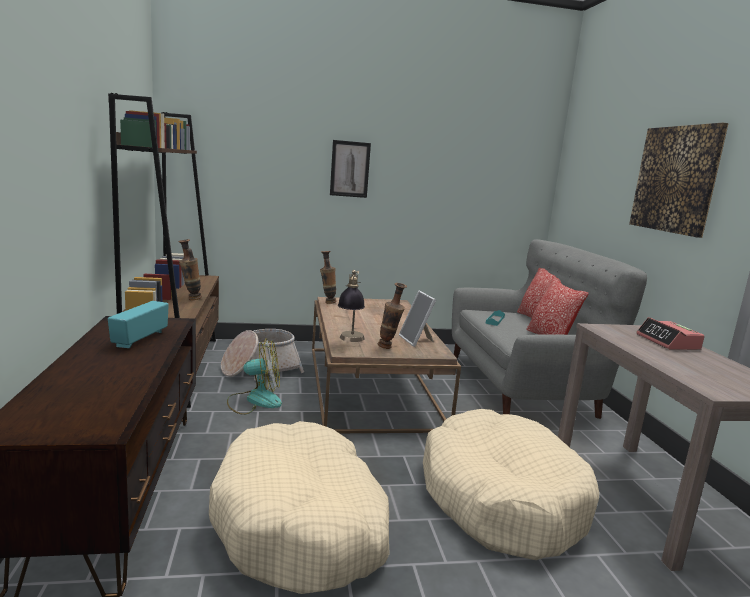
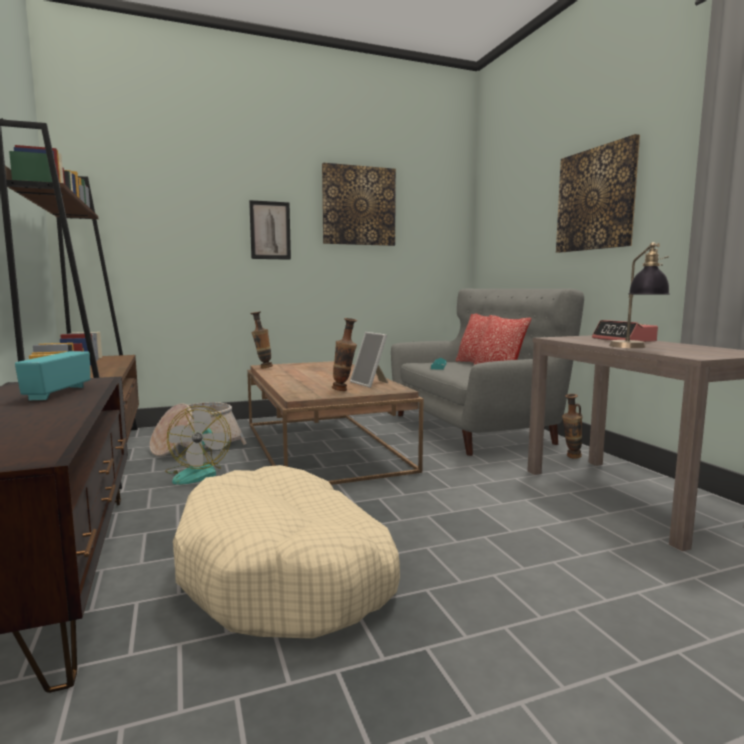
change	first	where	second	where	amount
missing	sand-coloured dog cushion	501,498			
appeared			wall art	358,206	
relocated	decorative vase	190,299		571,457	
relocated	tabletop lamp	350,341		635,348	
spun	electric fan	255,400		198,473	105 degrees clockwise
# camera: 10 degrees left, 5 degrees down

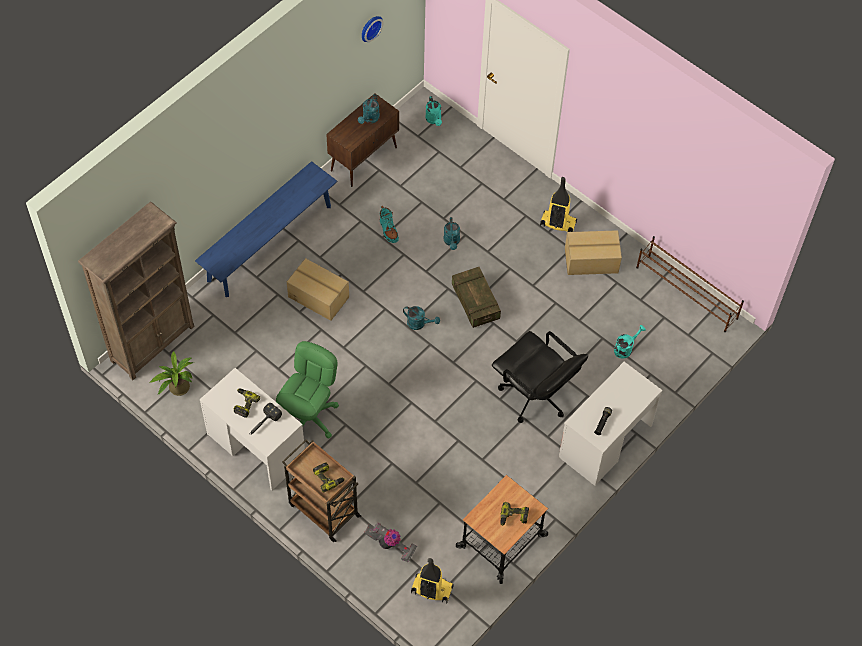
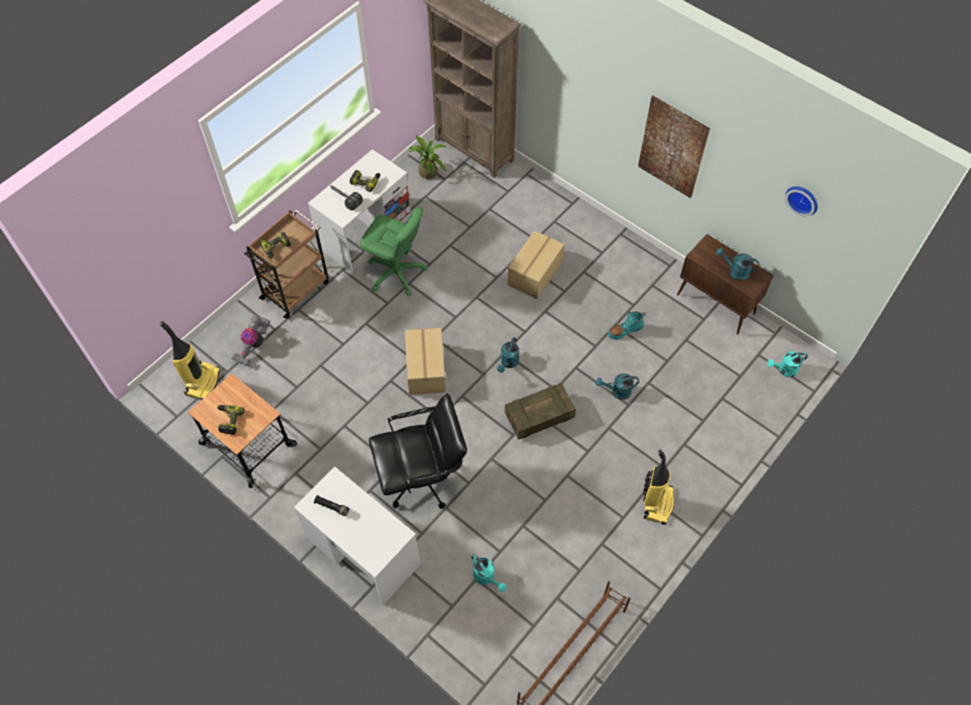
change	first	where	second	where	amount
missing	blue indoor bench	269,243			
appeared			wall art	673,147	
relocated	cardboard box	591,261		425,369	
spun	black-coloured desk chair	535,395		422,477	150 degrees counterclockwise
# camera: 90 degrees right, 0 degrees up

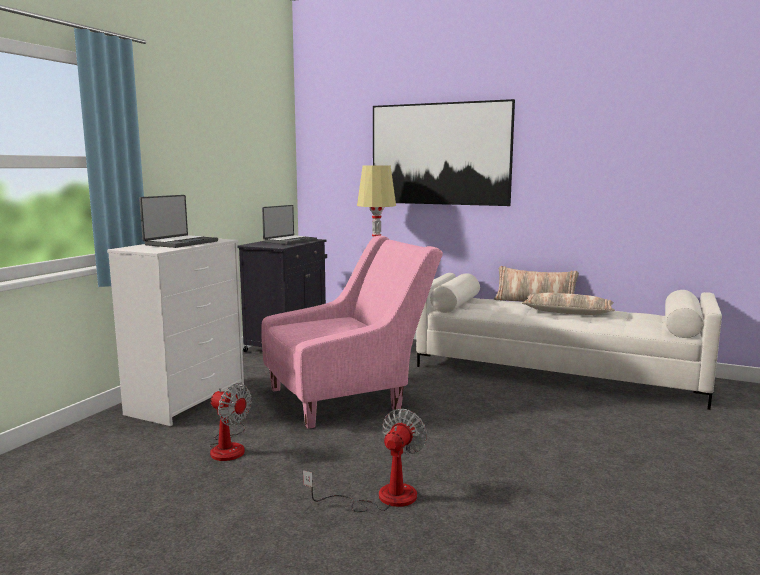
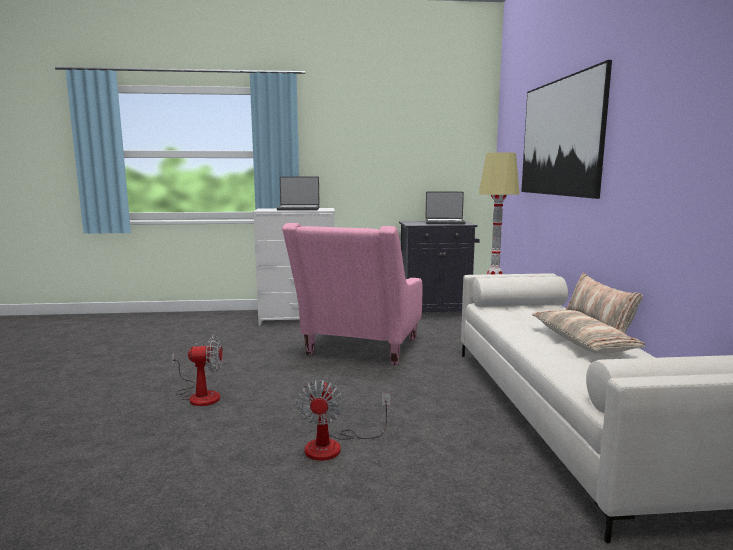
change	first	where	second	where	amount
relocated	electric fan	229,447		334,446	
spun	pink-coloured lounge chair	348,396		358,350	75 degrees clockwise
# camera: 60 degrees right, 0 degrees up

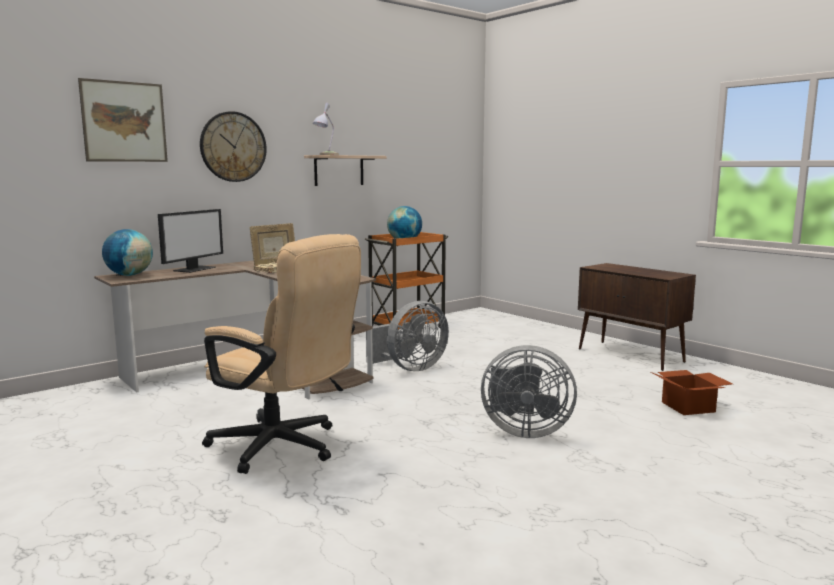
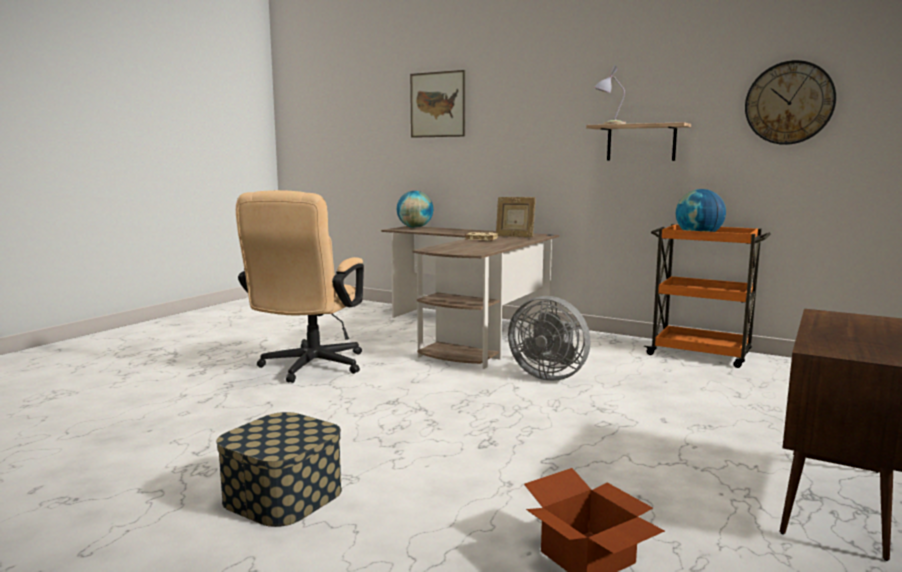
change	first	where	second	where	amount
missing	computer display	194,269			
missing	gray electric fan	523,431			
appeared			storage box	283,495	
relocated	hanging clock	233,147		789,103	
# camera: 70 degrees right, 0 degrees up

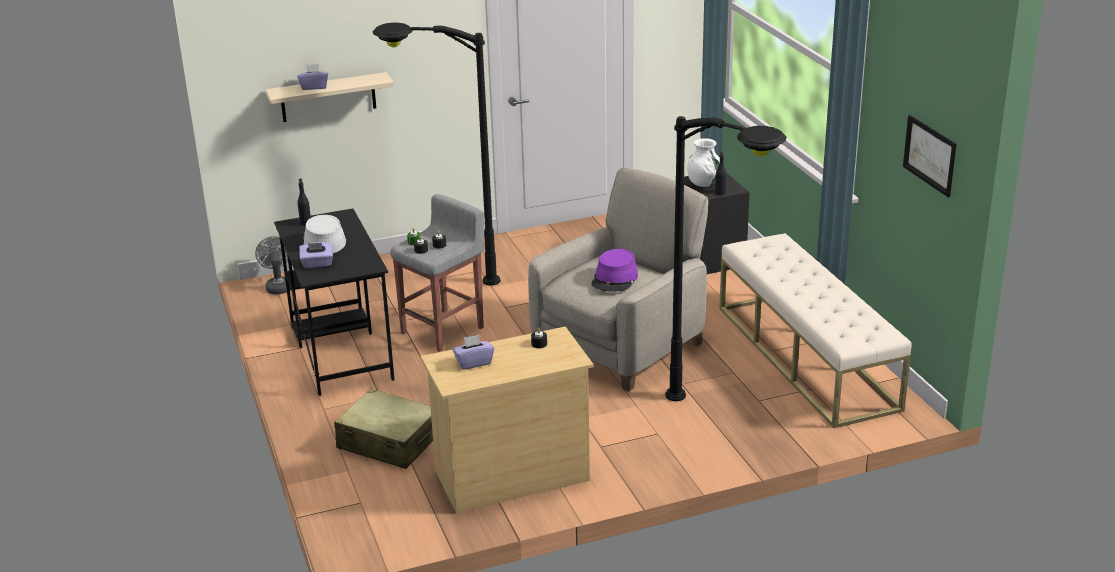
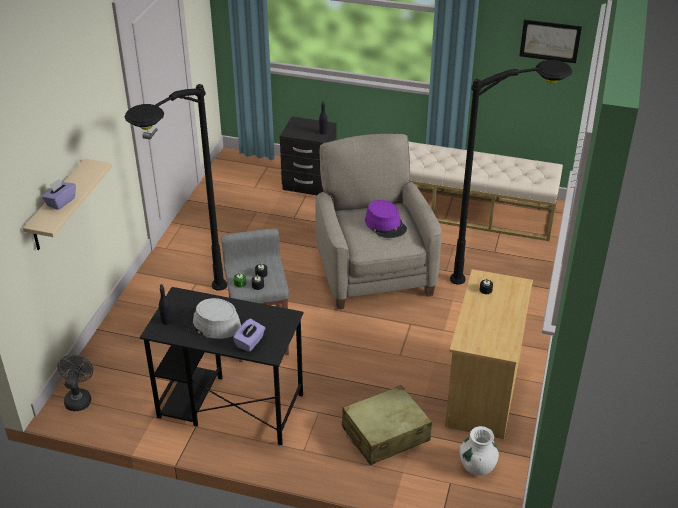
change	first	where	second	where	amount
missing	purple box of tissues	474,362			
relocated	white decorative vase	704,183		477,466	
spun	gray electric fan	278,286		79,398	75 degrees clockwise
# camera: 55 degrees left, 10 degrees up

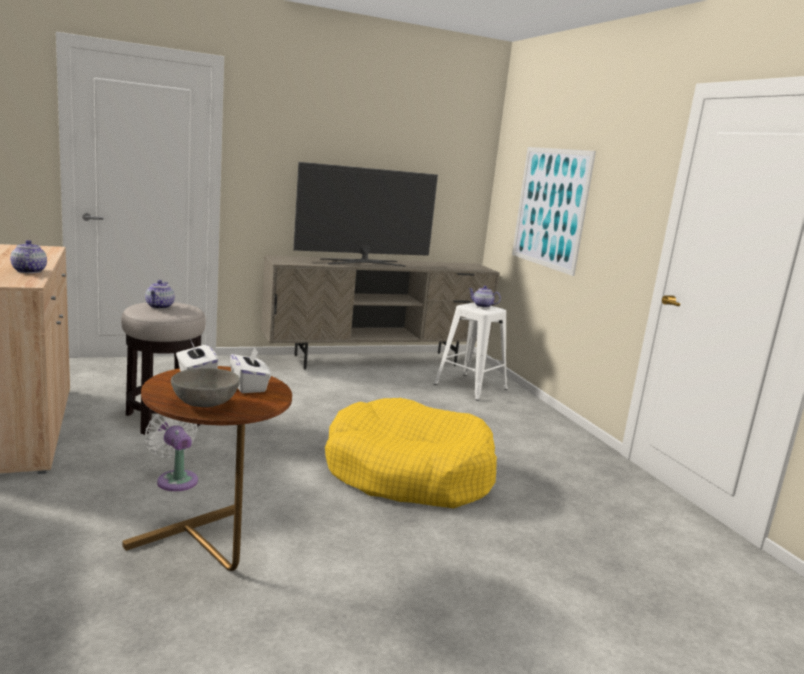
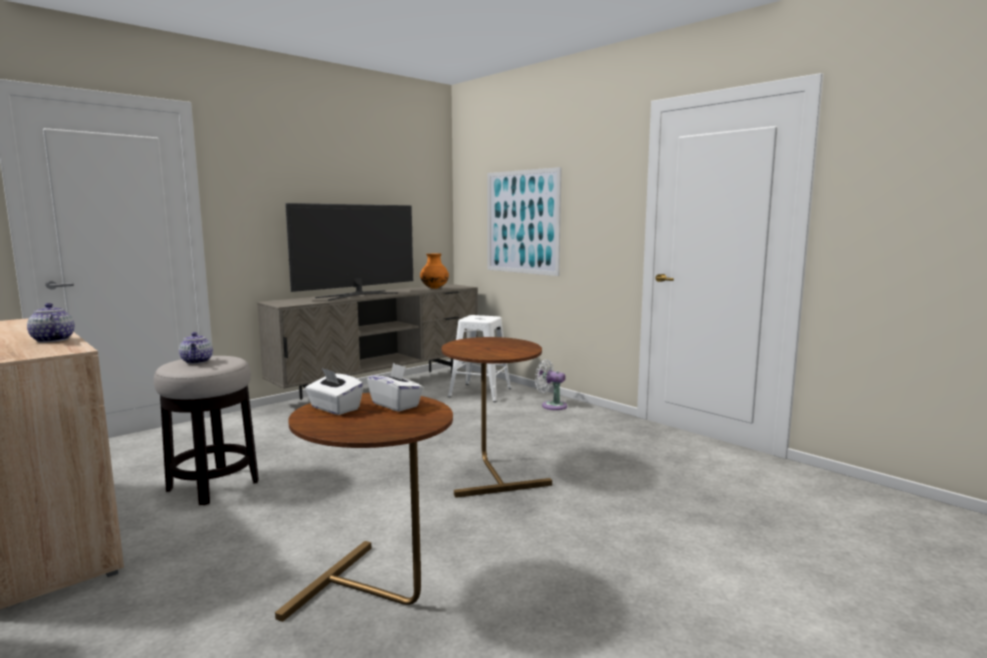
change	first	where	second	where	amount
missing	gray serving bowl	206,404			
missing	tea pot	482,306			
appeared			orange decorative vase	434,288	
relocated	white electric fan	175,479		551,405	
exchanged	yellowish dog cushion	408,472	brownish end table	492,472	
# camera: 20 degrees left, 5 degrees down

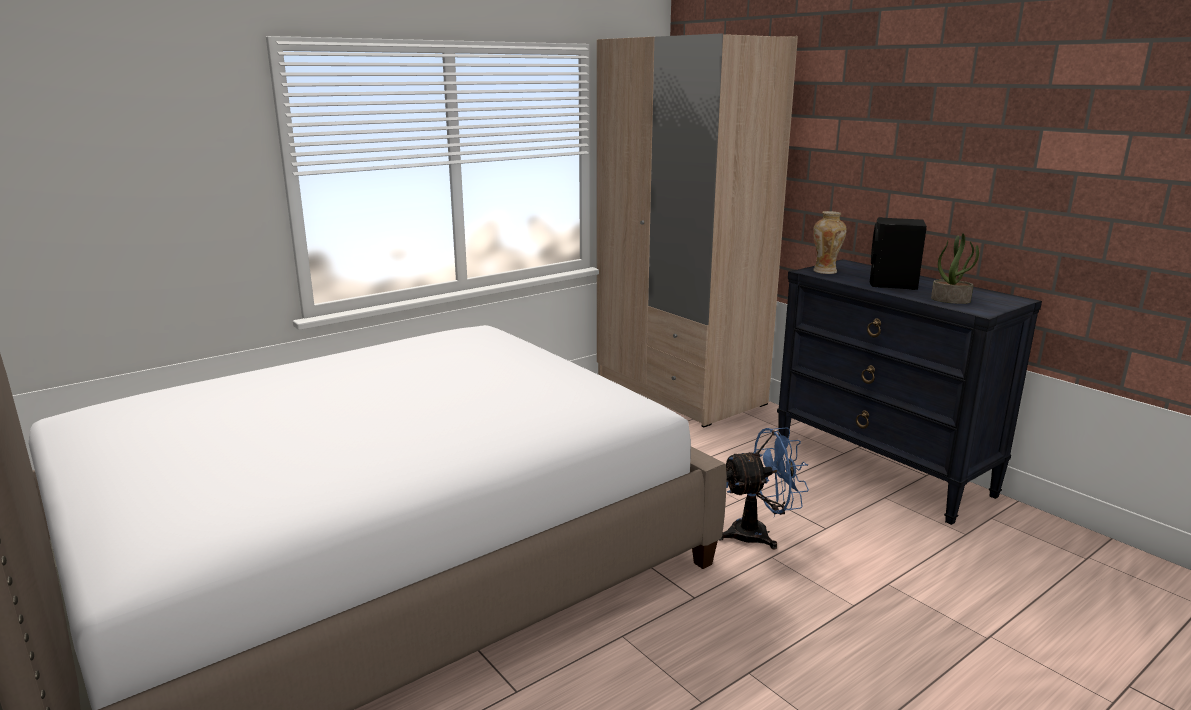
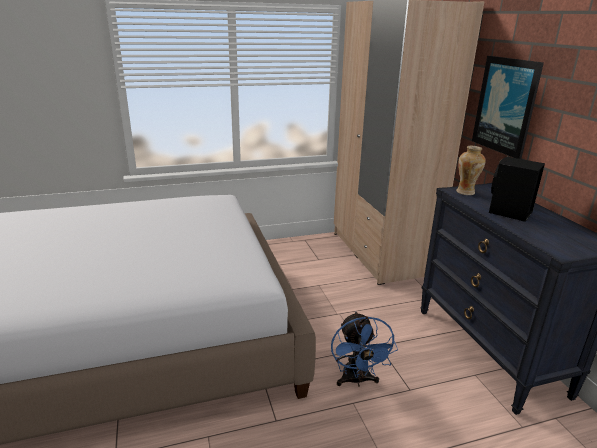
change	first	where	second	where	amount
missing	houseplant	951,300			
appeared			wall art	506,106	
spun	blue electric fan	758,534		357,380	75 degrees clockwise
# camera: 20 degrees right, 5 degrees up

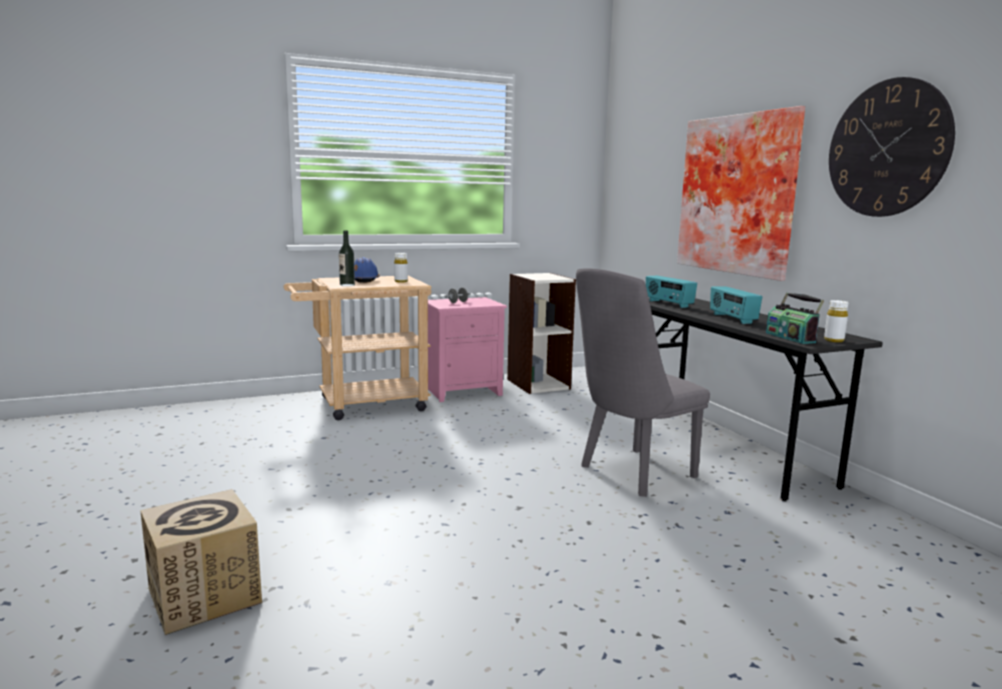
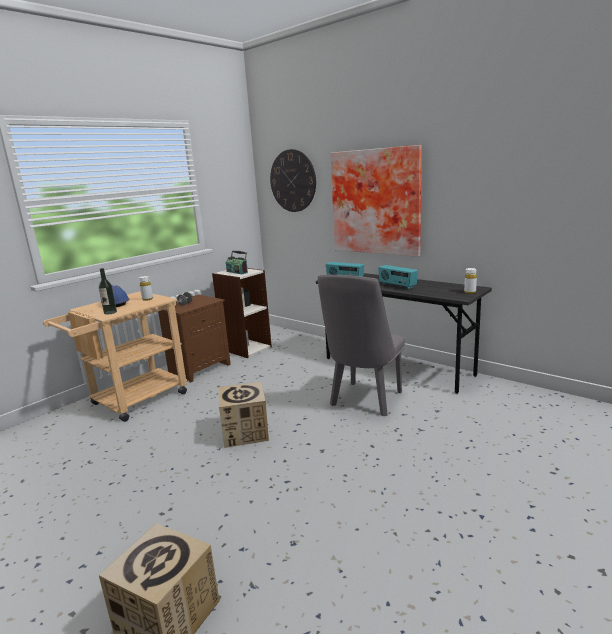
change	first	where	second	where	amount
appeared			cardboard box	245,432	
relocated	radio set	791,337		237,272	
relocated	hanging clock	887,148		293,181	
colour	pink-coloured bedside table	463,391	brownish bedside table	199,368	
# camera: 25 degrees left, 5 degrees up

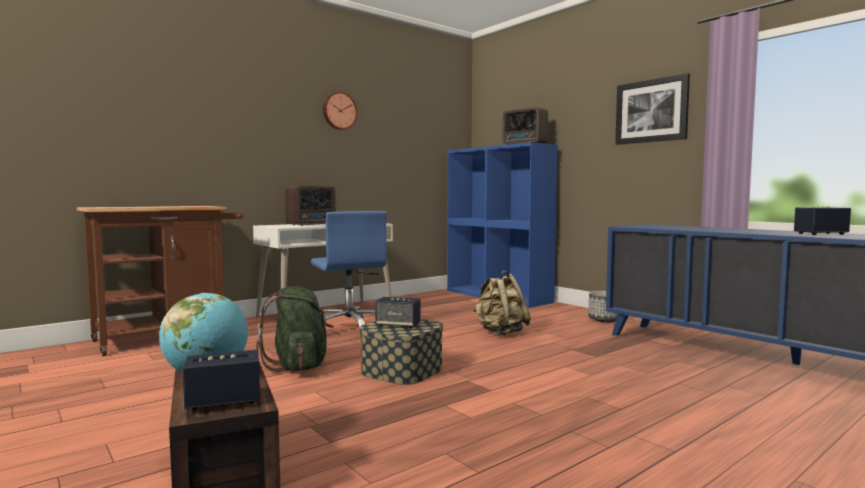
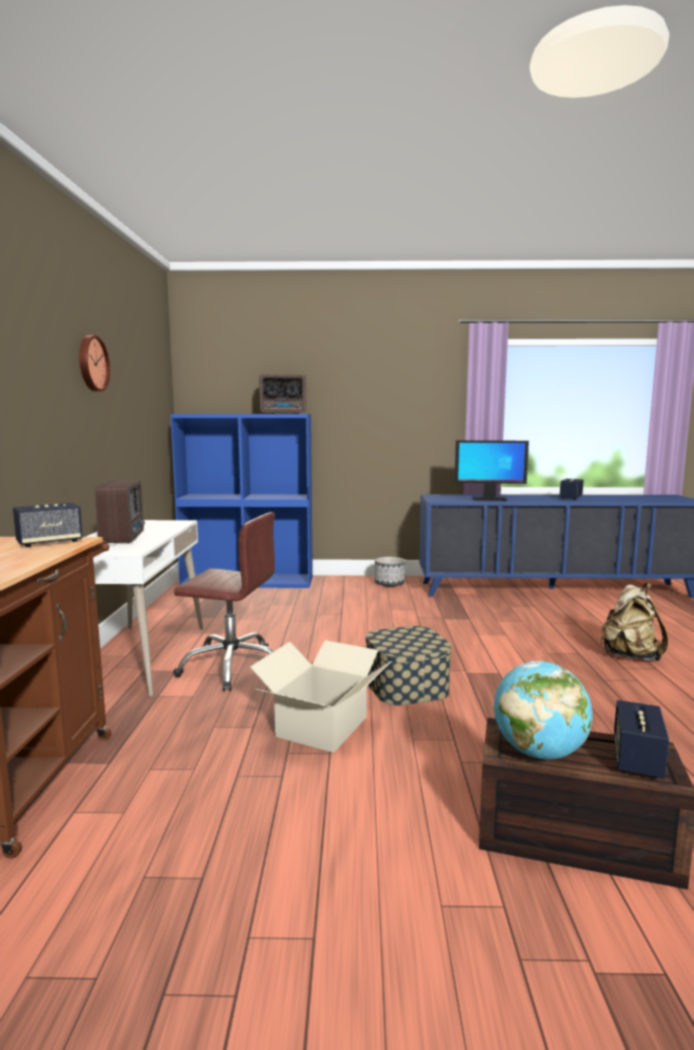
change	first	where	second	where	amount
missing	wall art	651,111			
appeared			computer display	489,499	
relocated	audio speaker	398,325		49,542	
relocated	sand-coloured rucksack	500,332		629,656	
exchanged	green rucksack	298,366	cardboard box	321,726	
colour	blue desk chair	350,330	brownish desk chair	232,666	
# camera: 50 degrees left, 5 degrees up

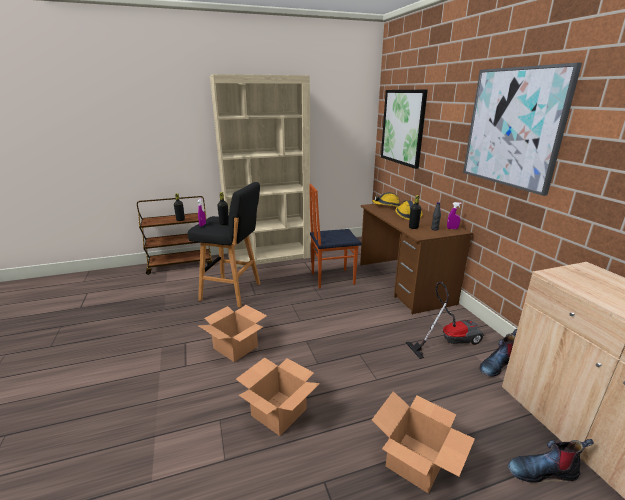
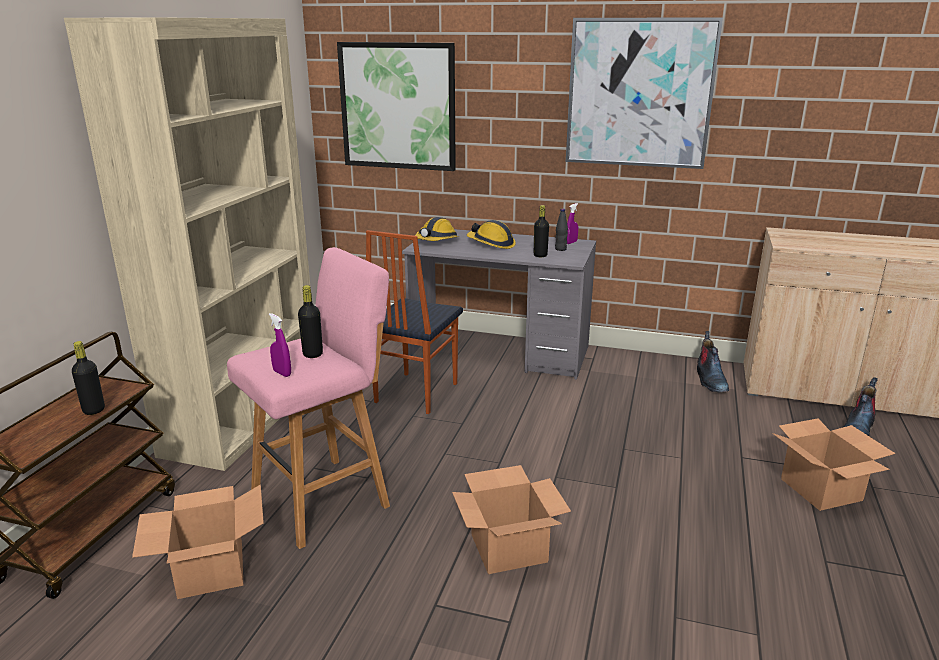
change	first	where	second	where	amount
missing	vacuum cleaner	448,340			
relocated	cardboard box	278,413		212,570	
colour	black-coloured stool	232,292	pink-coloured stool	324,498	
colour	brownish desk table	404,283	gray desk table	500,352	
# camera: 55 degrees left, 0 degrees up

